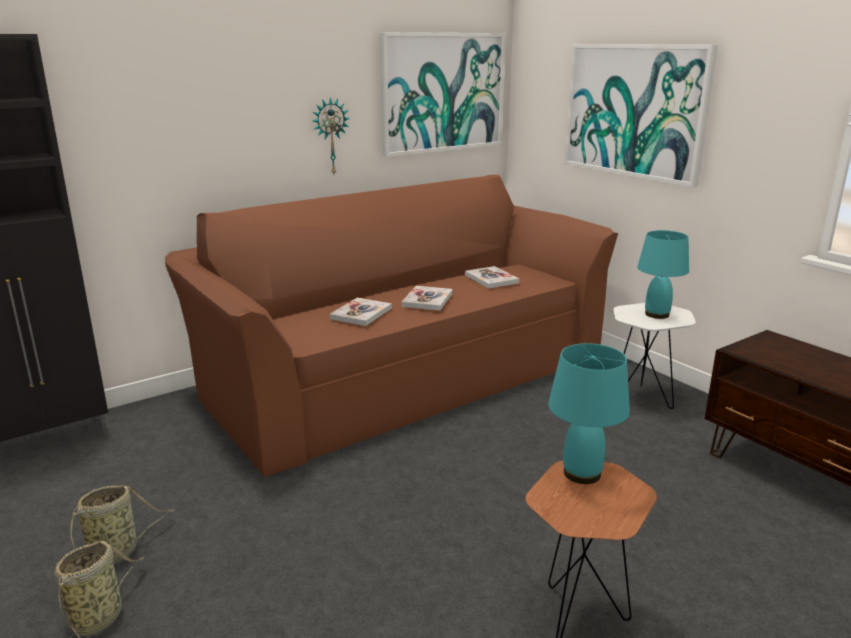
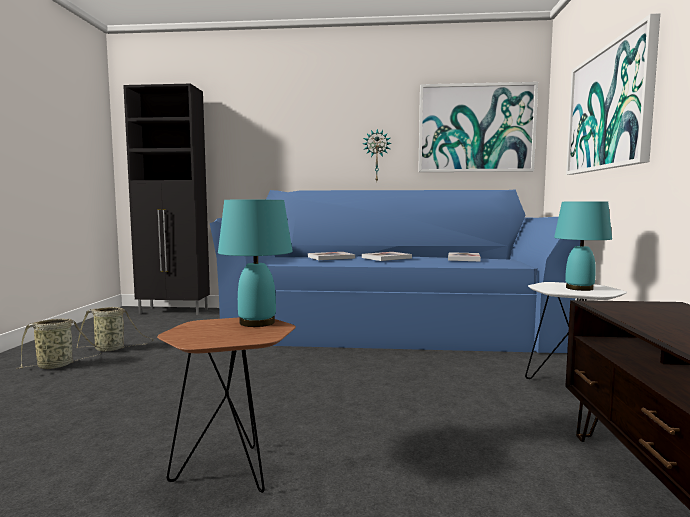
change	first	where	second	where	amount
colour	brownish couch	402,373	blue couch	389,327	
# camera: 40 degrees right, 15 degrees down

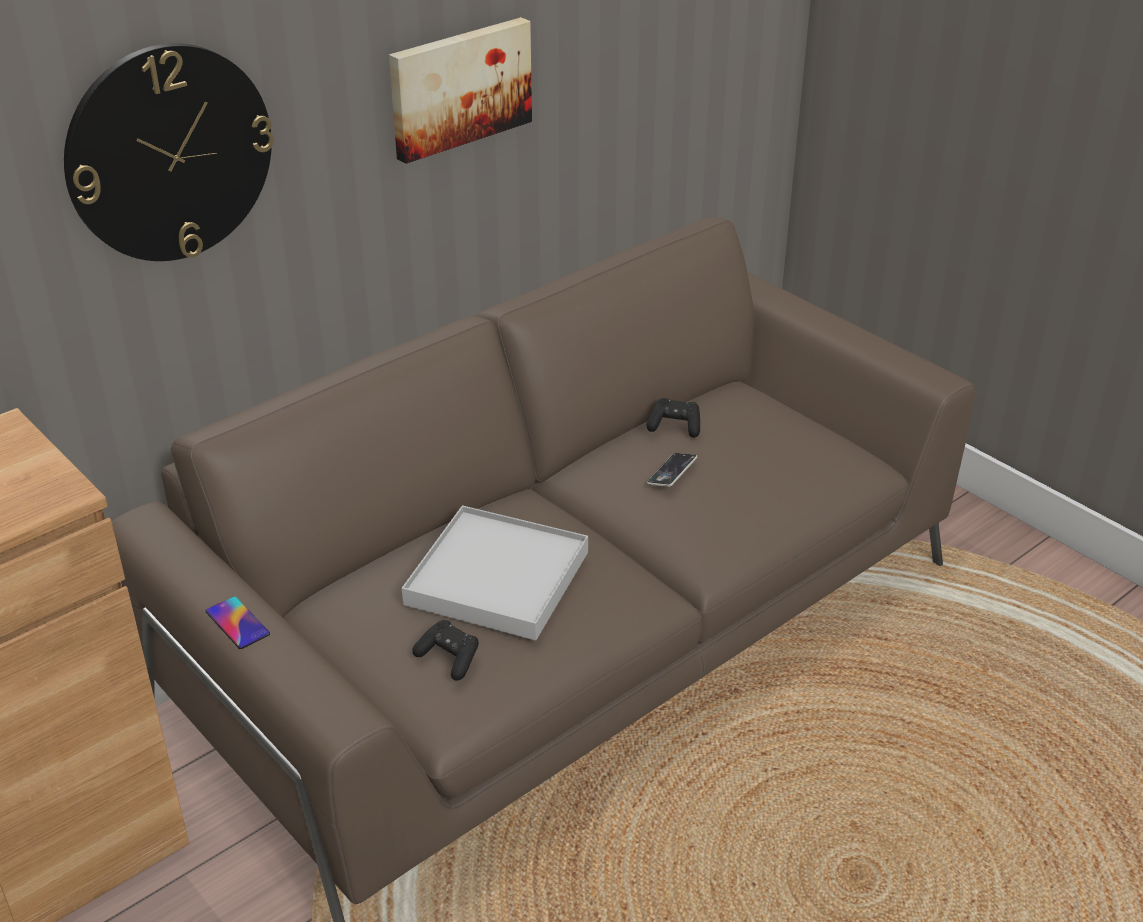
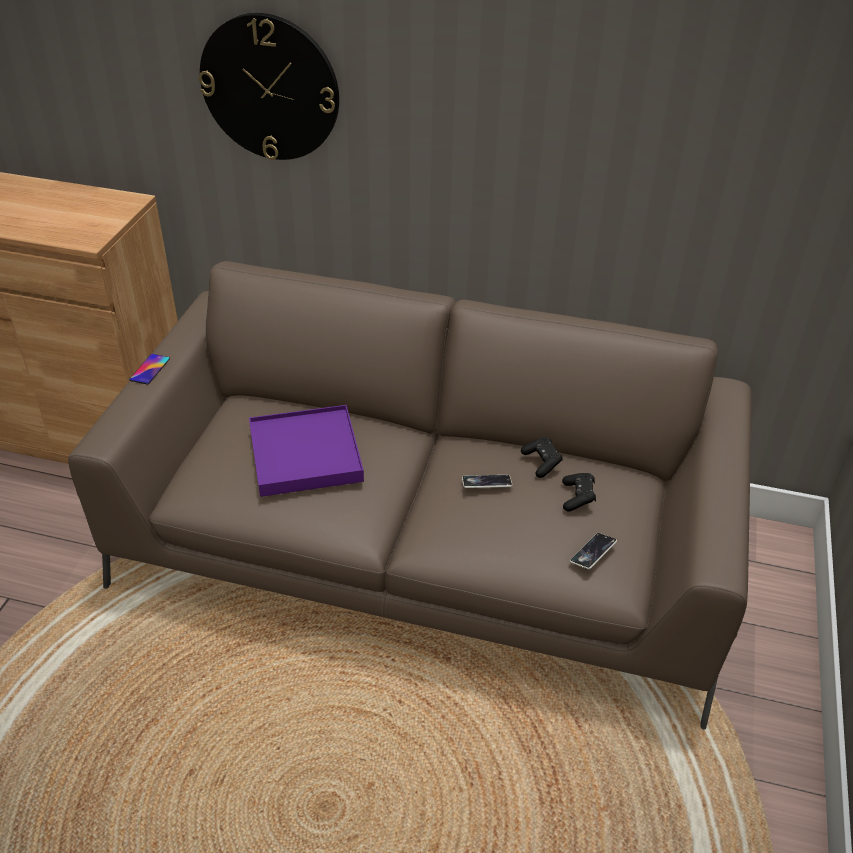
change	first	where	second	where	amount
missing	wall art	459,87			
appeared			telephone	593,553	
relocated	black-coloured game controller	449,658		578,497	
colour	white carrying tray	498,578	purple carrying tray	305,455	
# camera: 55 degrees right, 5 degrees up

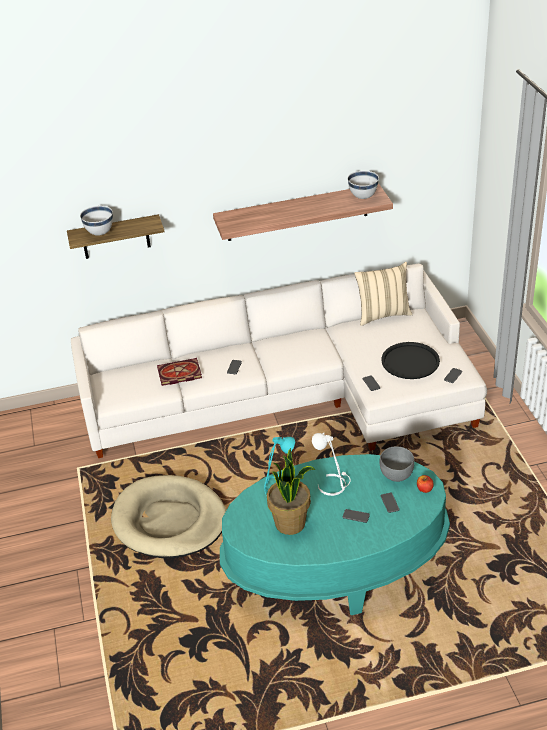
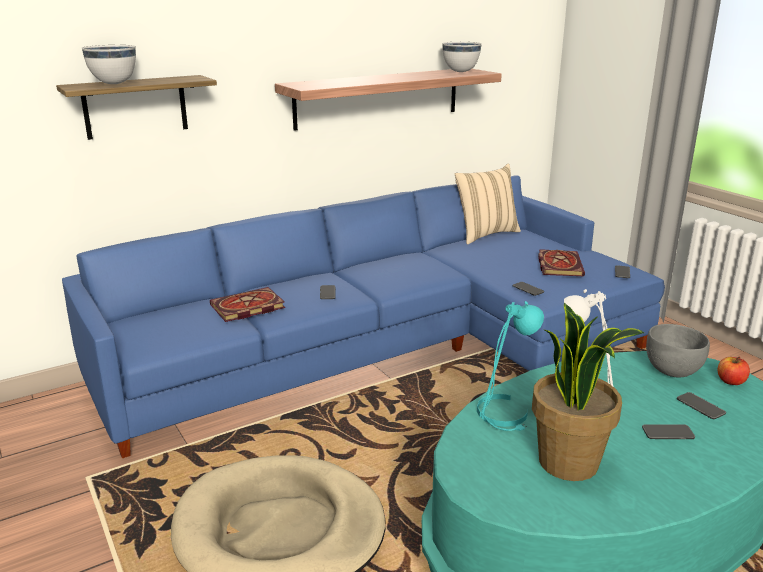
change	first	where	second	where	amount
exchanged	black-coloured carrying tray	410,361	bound book	558,265	
colour	white couch	293,396	blue couch	392,347	
# camera: 20 degrees left, 15 degrees down

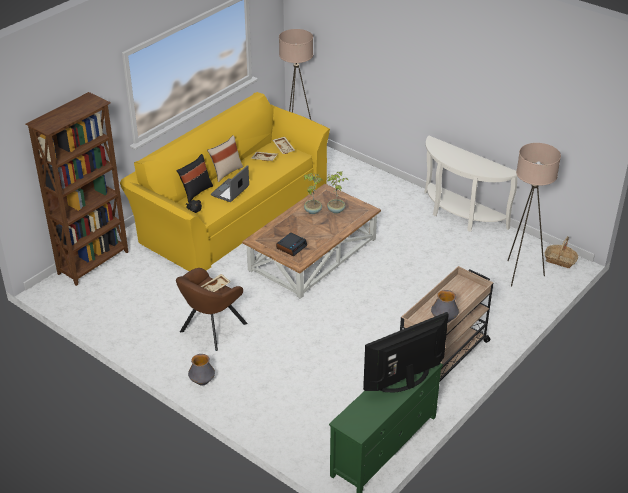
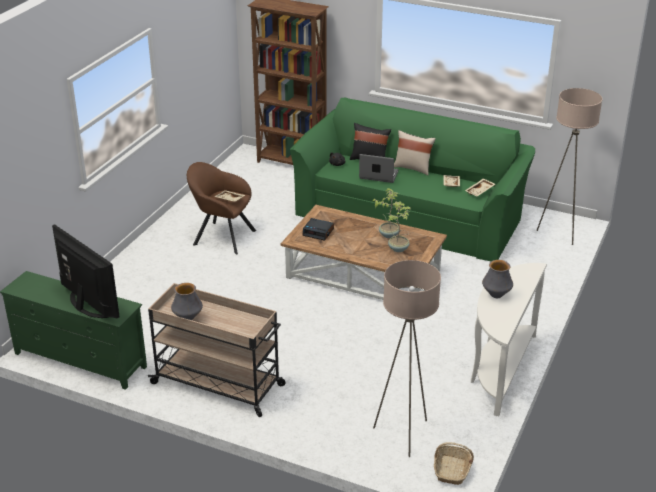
change	first	where	second	where	amount
relocated	decorative vase	202,382		496,295	
colour	yellowish couch	230,210	green couch	411,213	
# camera: 75 degrees right, 5 degrees down

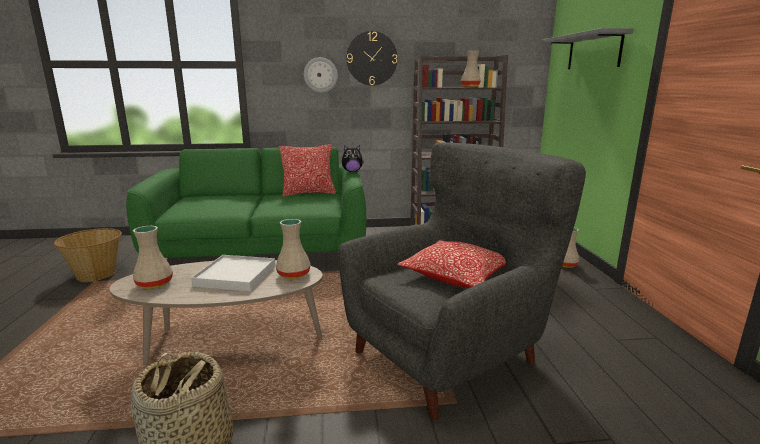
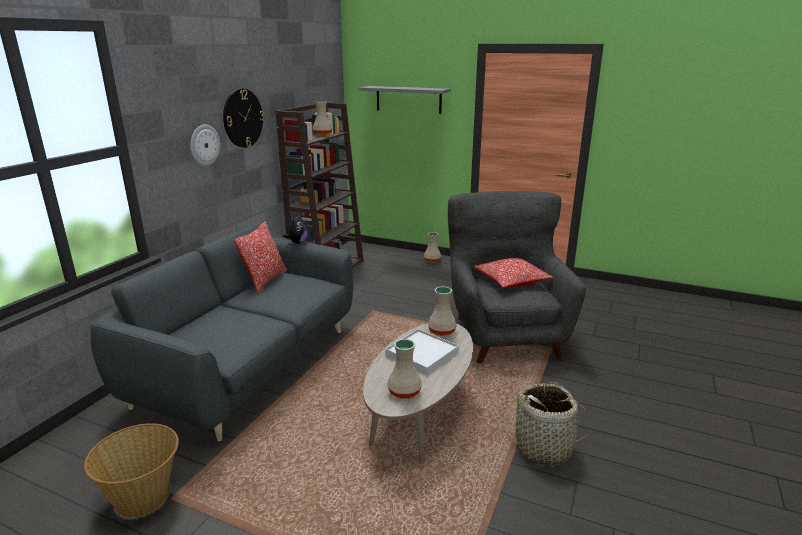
change	first	where	second	where	amount
colour	green couch	262,254	gray couch	248,366	
# camera: 60 degrees left, 5 degrees up

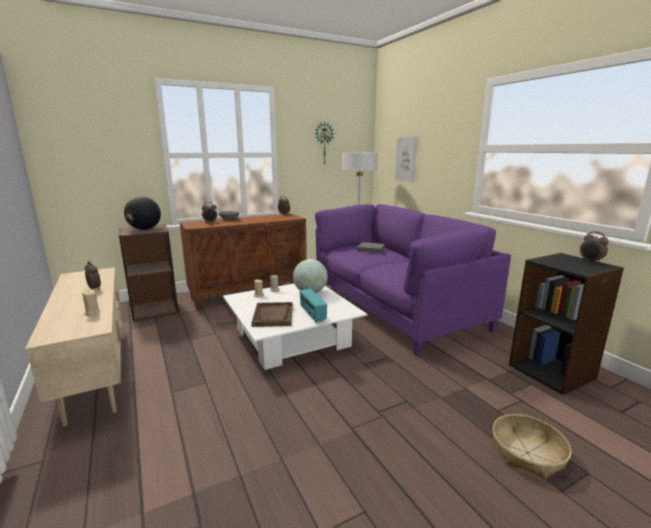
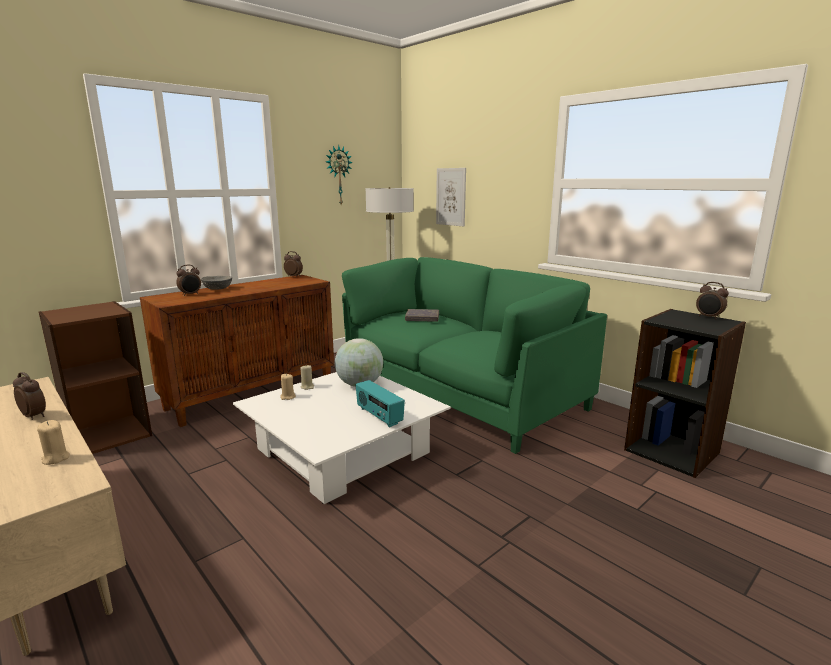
change	first	where	second	where	amount
missing	world globe	145,229			
missing	brownish carrying tray	273,315			
missing	basket	527,453			
colour	purple couch	394,307	green couch	460,392	
# camera: 15 degrees left, 0 degrees up

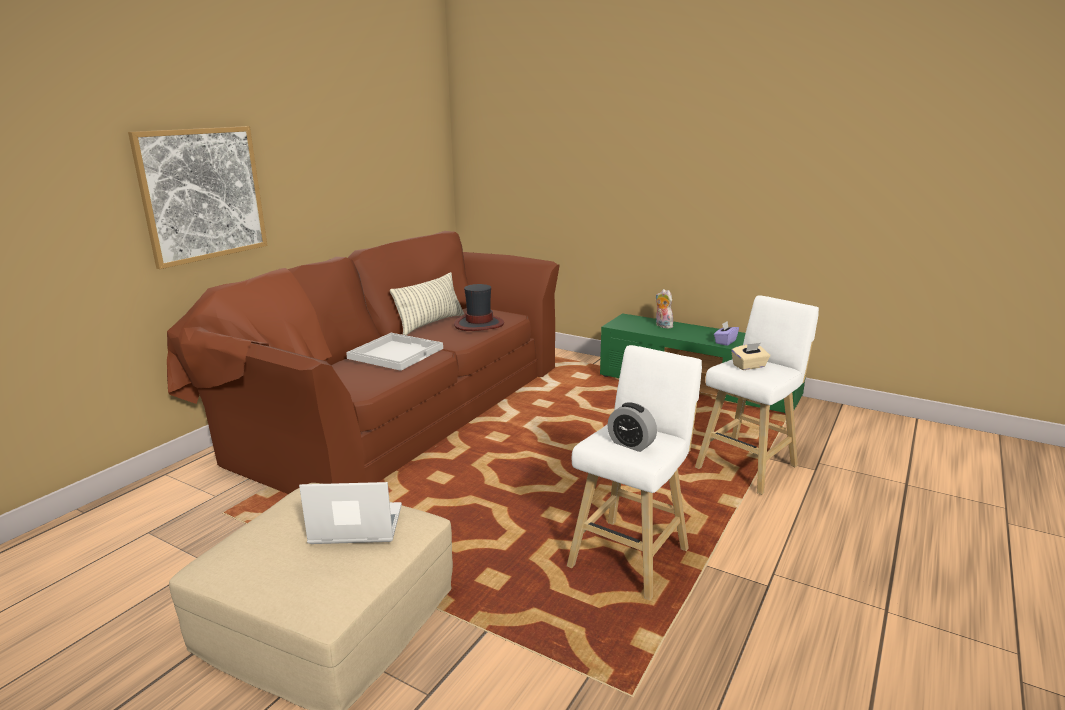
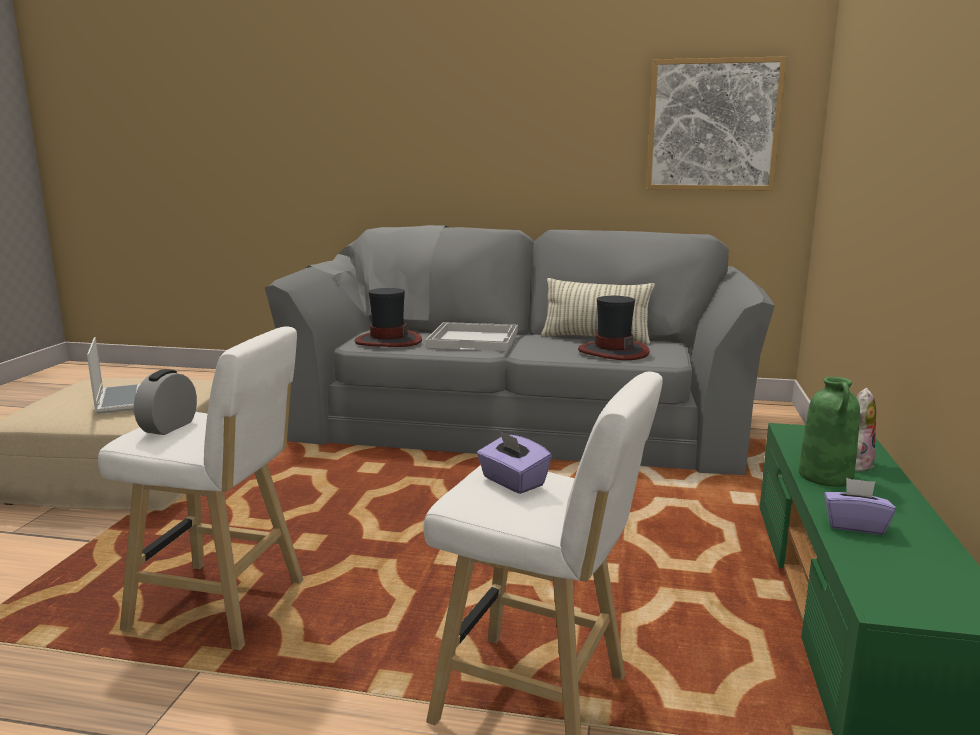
change	first	where	second	where	amount
appeared			wearable hat	388,341	
appeared			green decorative vase	826,476	
relocated	wall art	203,194		713,125	
colour	brownish couch	400,408	gray couch	517,420	
colour	sand-coloured box of tissues	749,366	purple box of tissues	512,482	
# camera: 70 degrees right, 5 degrees down

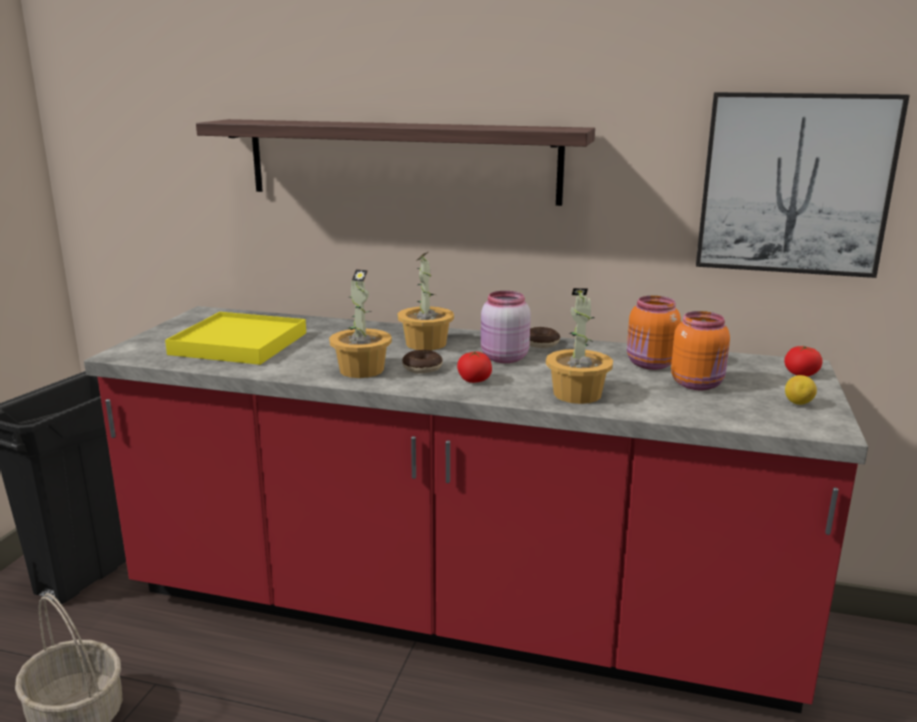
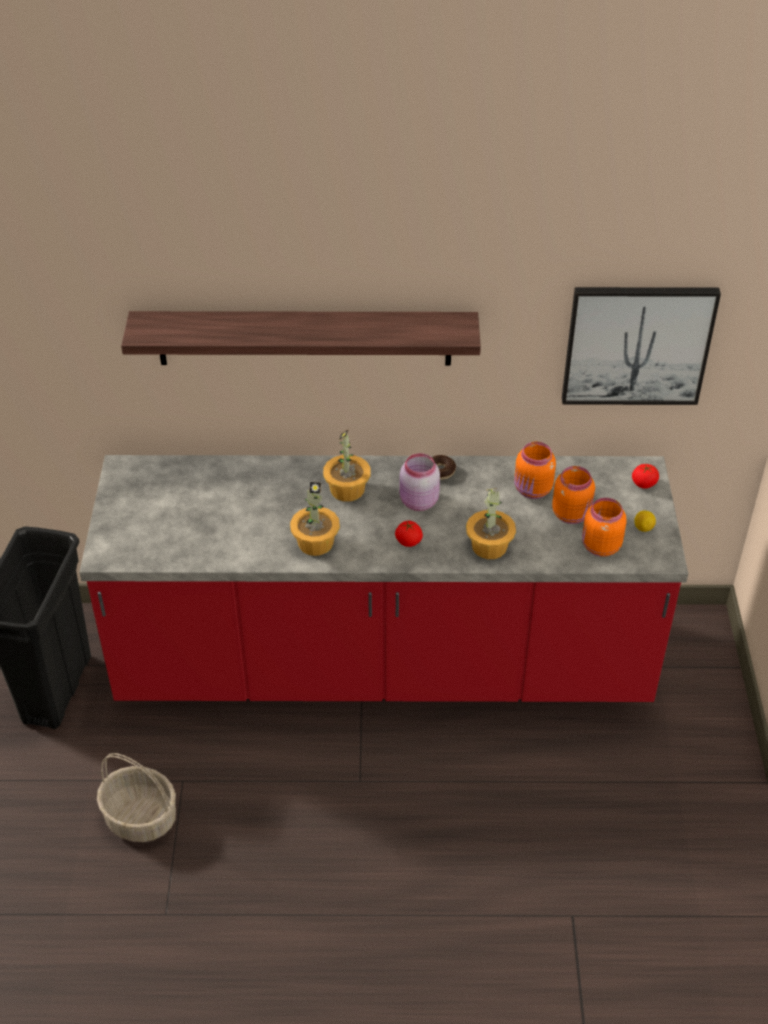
change	first	where	second	where	amount
missing	yellowish carrying tray	240,343			
missing	ring doughnut	422,368			
appeared			orange storage jar	599,546	
# camera: 15 degrees left, 25 degrees up

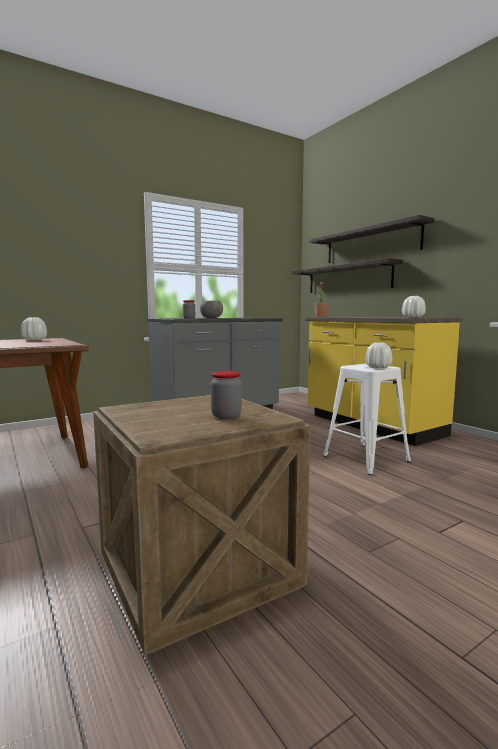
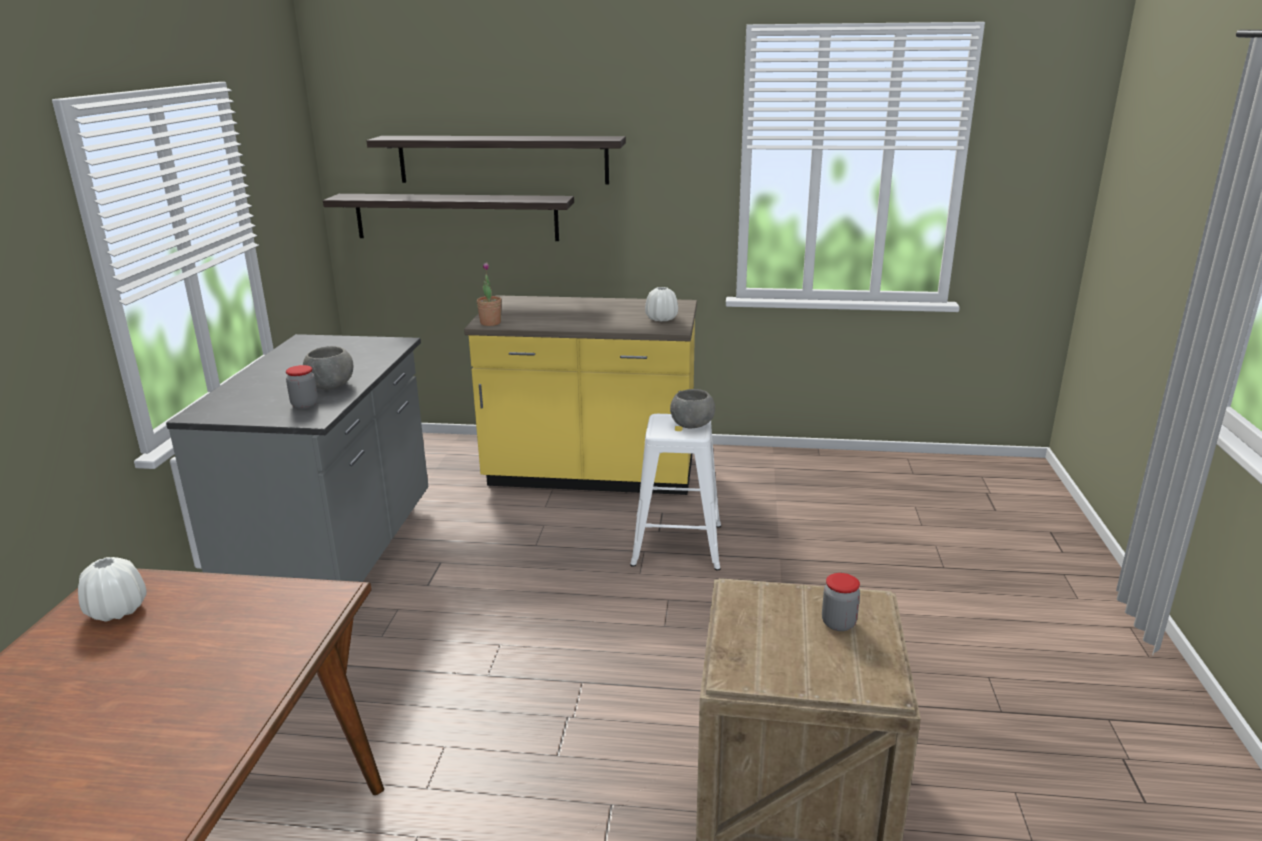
change	first	where	second	where	amount
exchanged	white decorative vase	378,367	gray serving bowl	692,425	
# camera: 50 degrees left, 15 degrees up

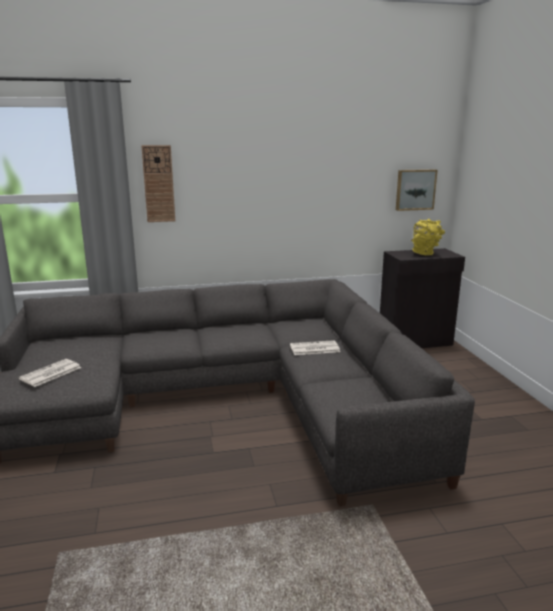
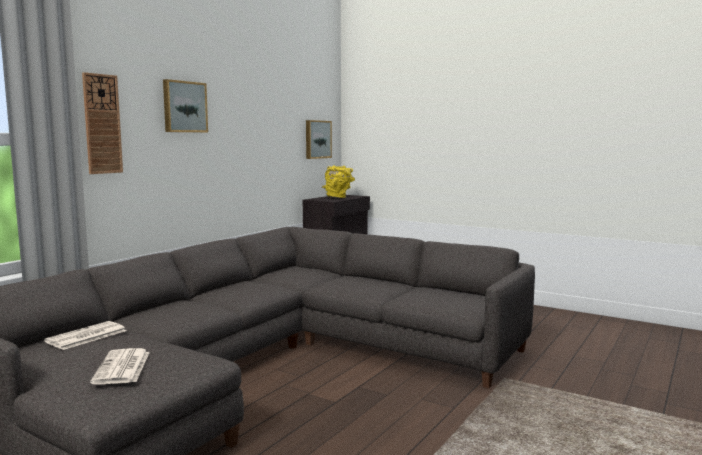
change	first	where	second	where	amount
appeared			wall art	184,107	
relocated	printed paper	314,348		86,336	
# camera: 45 degrees left, 10 degrees down

